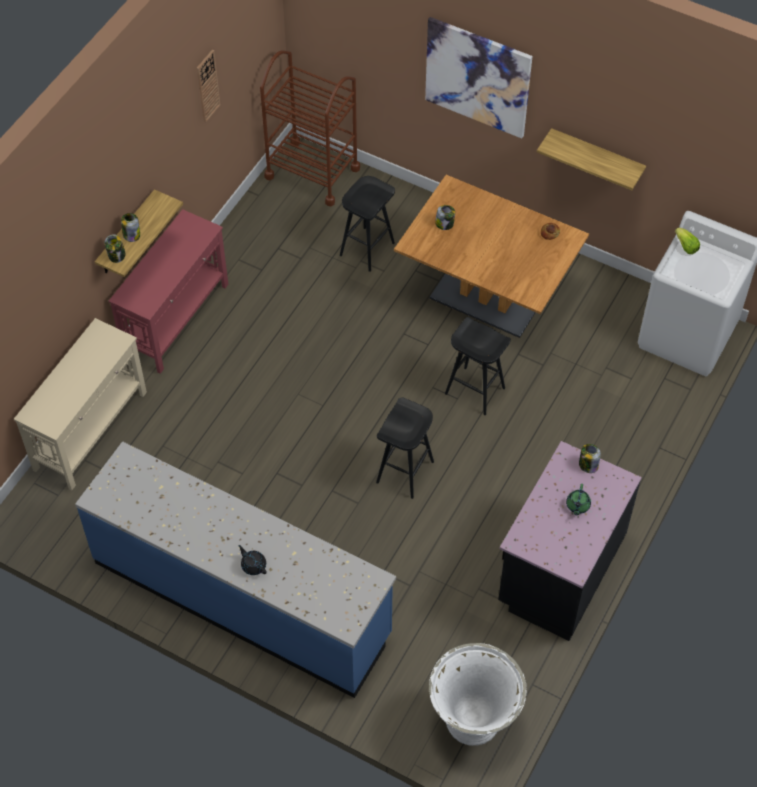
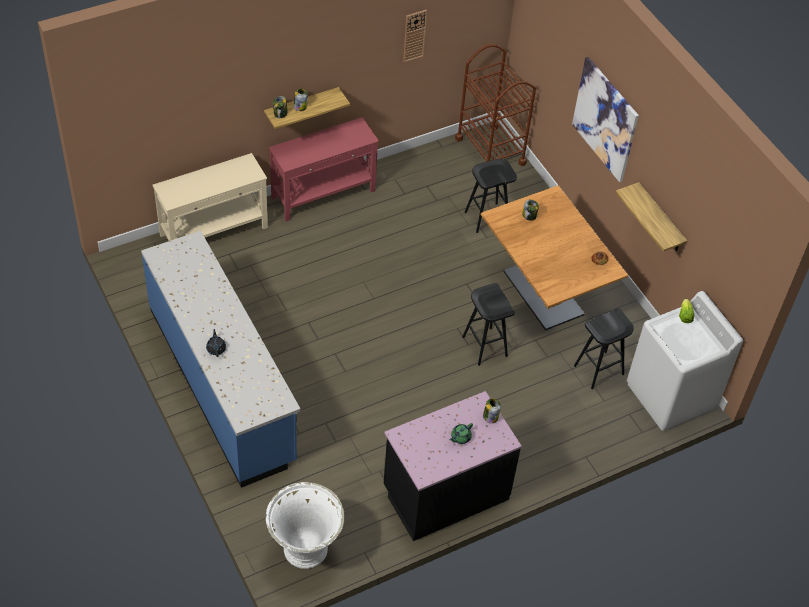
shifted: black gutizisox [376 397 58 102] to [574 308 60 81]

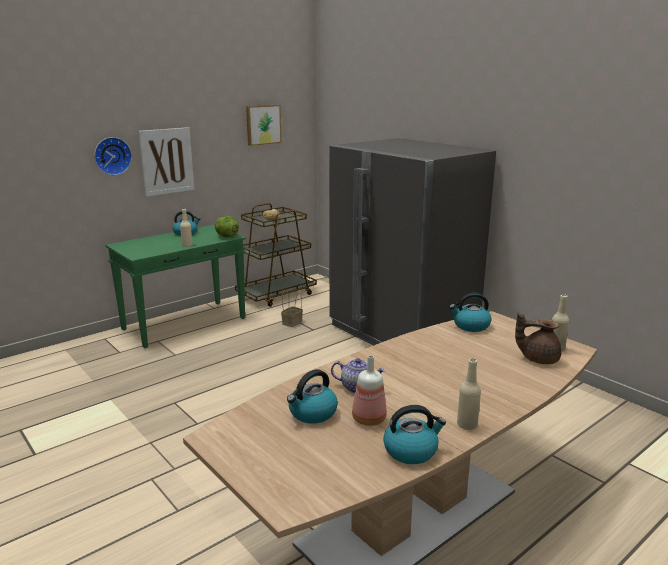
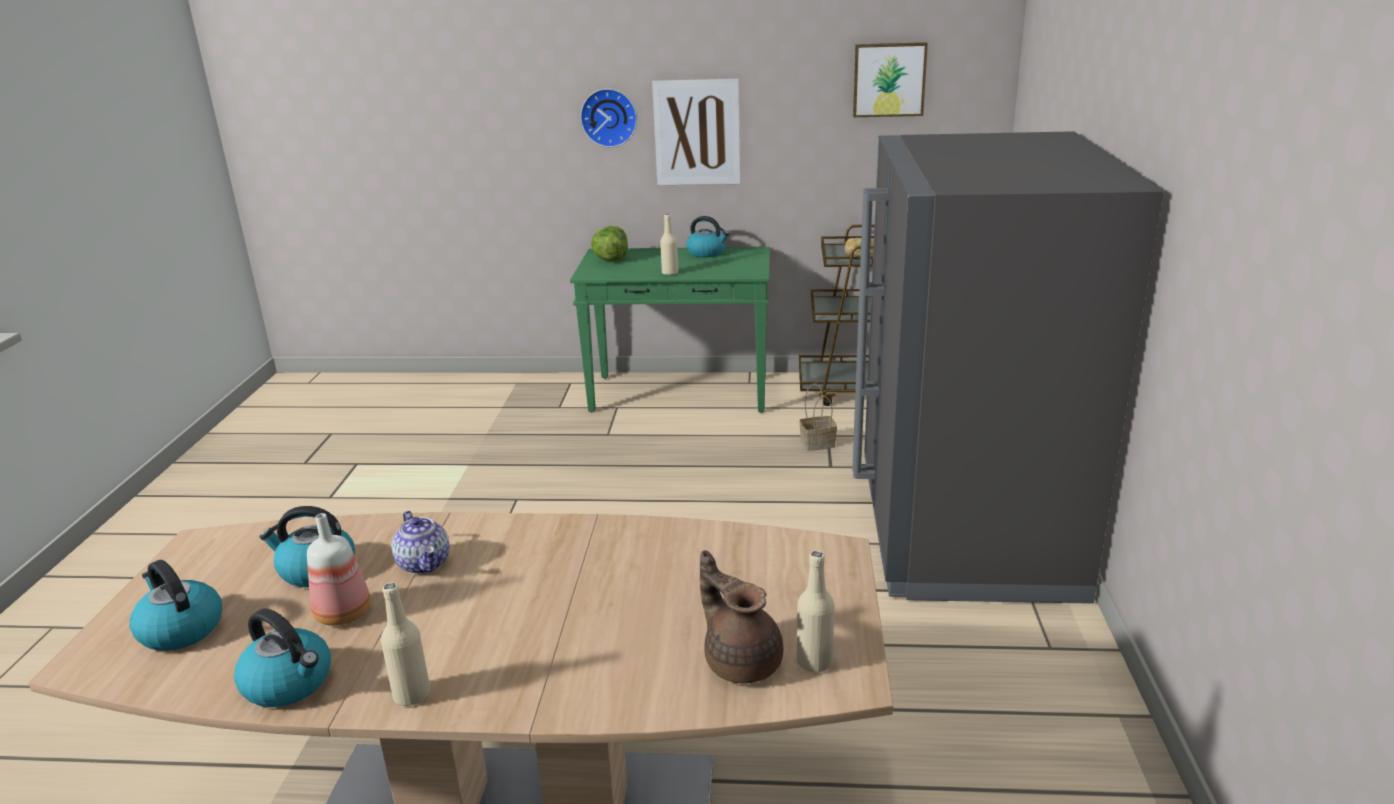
shifted: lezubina [215 216 24 21] to [591 226 37 35]; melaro [449 293 43 39] to [130 560 92 91]

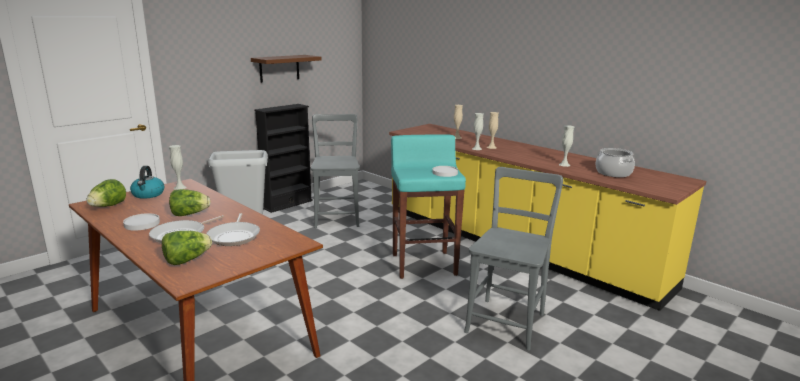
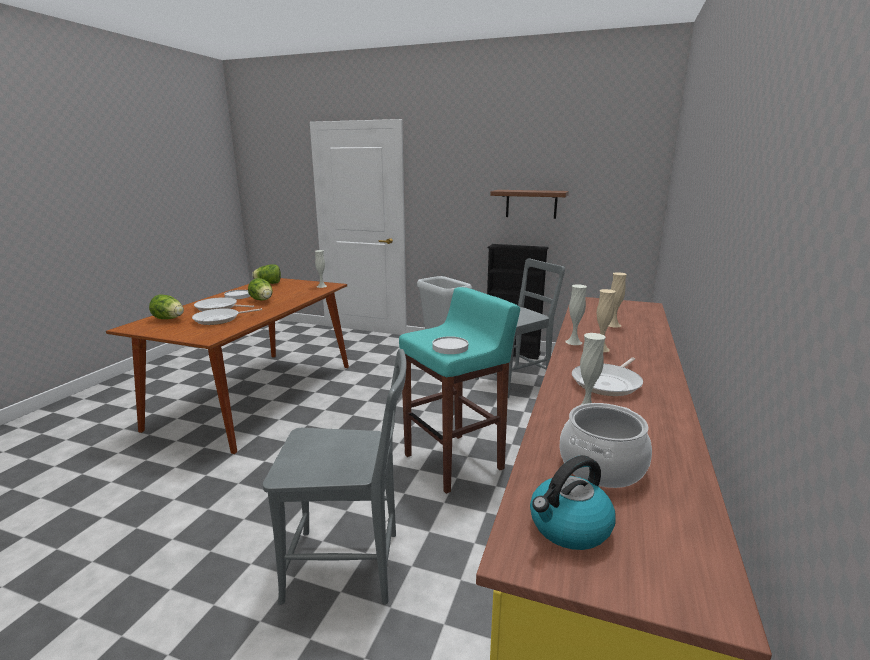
new: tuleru [572 357 71 39]
shifted: melaro [130 166 34 33] to [530 455 86 95]

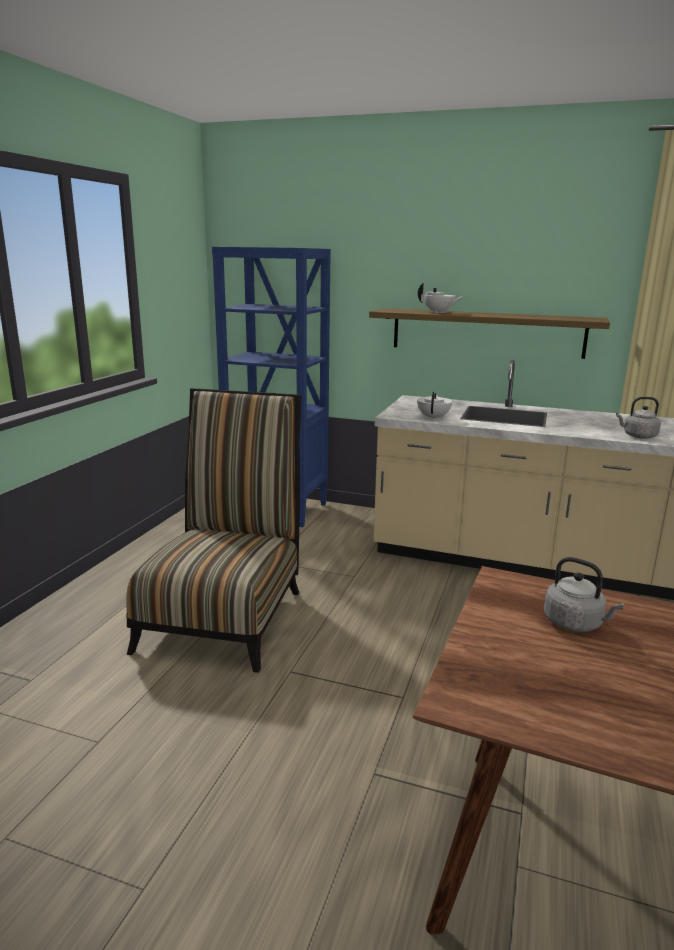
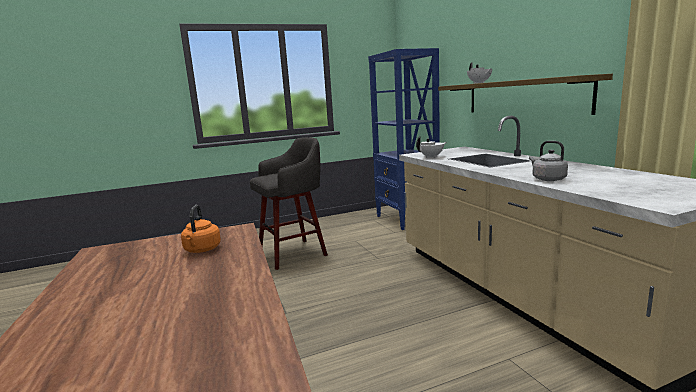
swapped: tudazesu [126 388 176 285] to grey gutizisox [250 137 78 133]
repainted: grey melaro [544 557 80 75] to orange melaro [181 205 40 48]

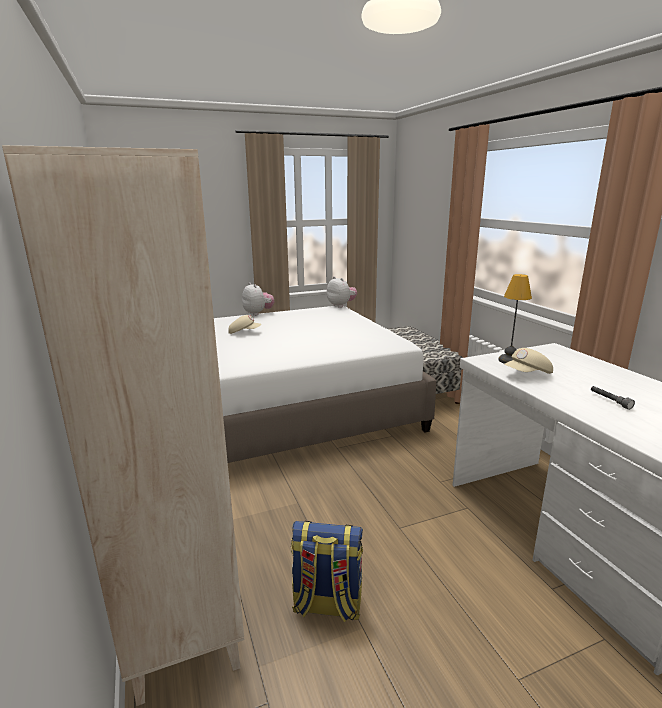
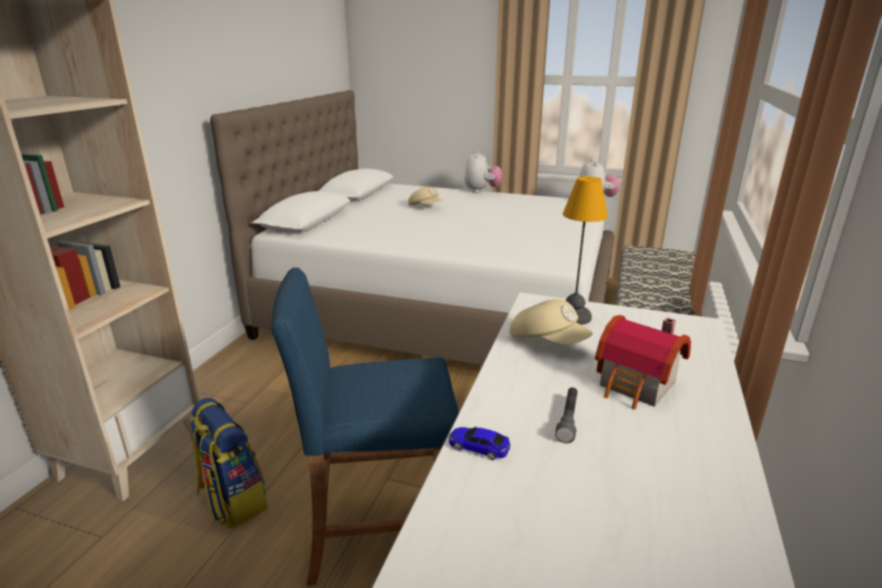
new: blue gutizisox [271 267 188 319]; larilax [595 315 96 95]; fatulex [449 427 61 33]
rotated: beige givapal [505 348 48 26] = [510 299 83 46] 150 degrees counterclockwise

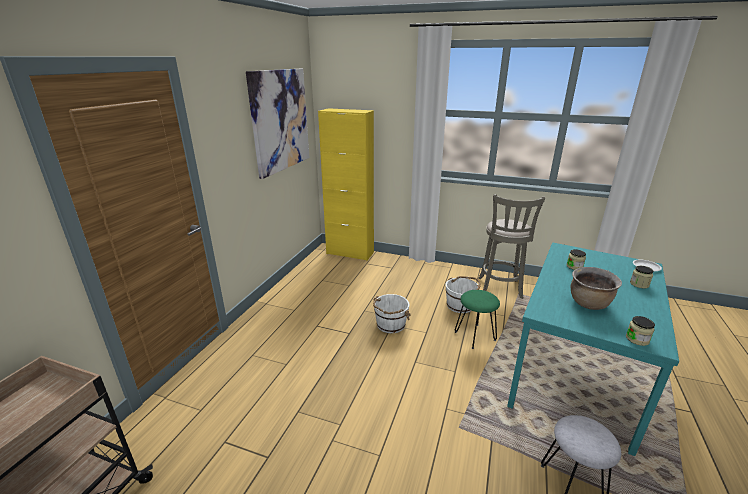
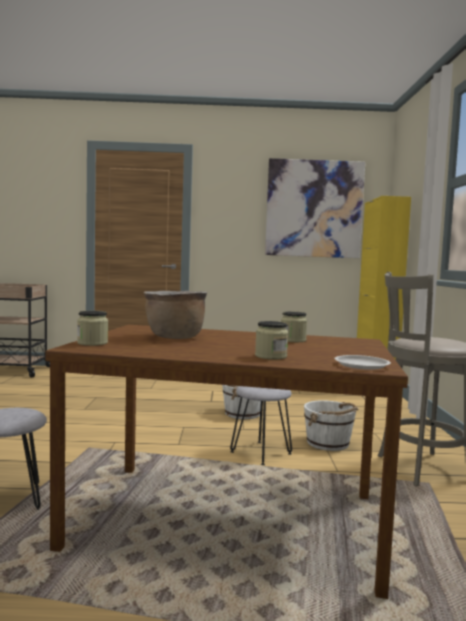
repainted: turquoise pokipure [507 242 172 214] to brown pokipure [45 325 363 274]; green gutizisox [455 290 45 59] to grey gutizisox [230 386 62 79]

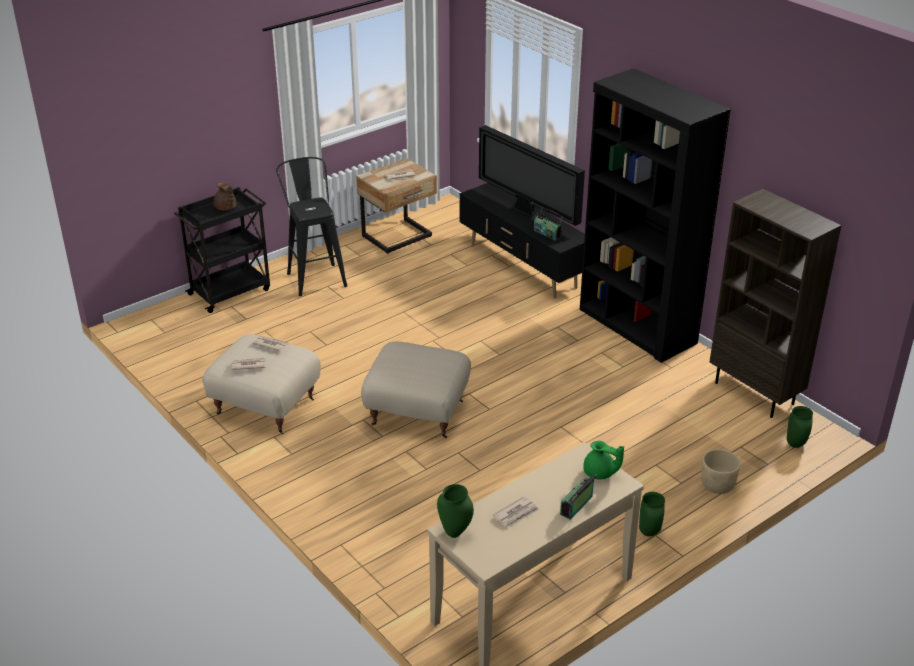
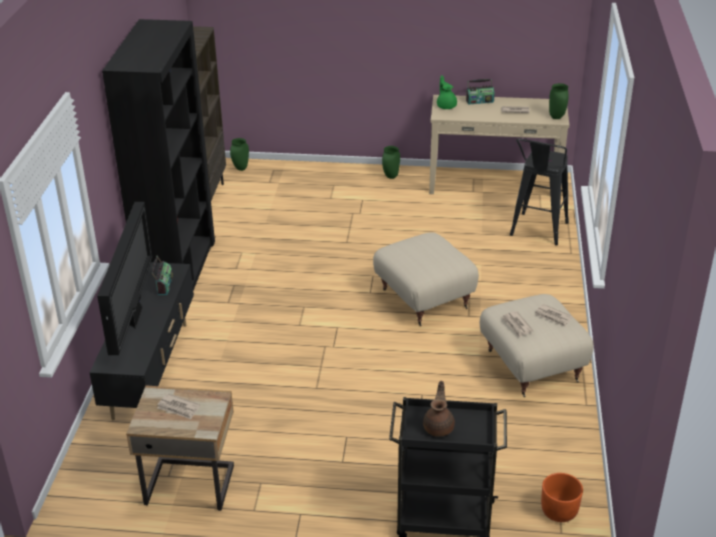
gone: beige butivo [701 449 40 45]
new: orange butivo [541 473 42 49]
shifted: black gutizisox [276 157 71 139] to [510 139 59 106]

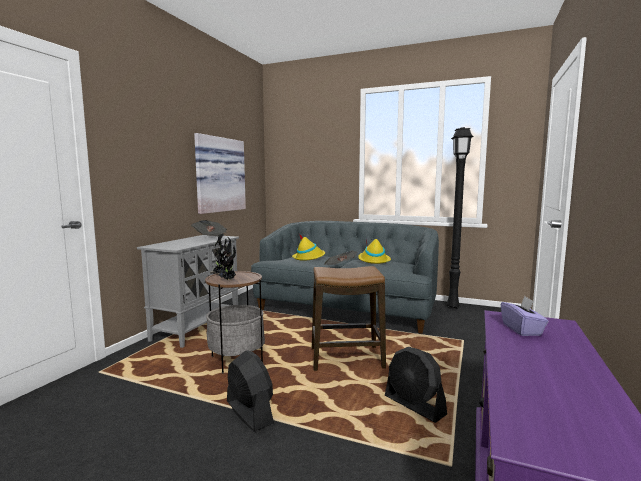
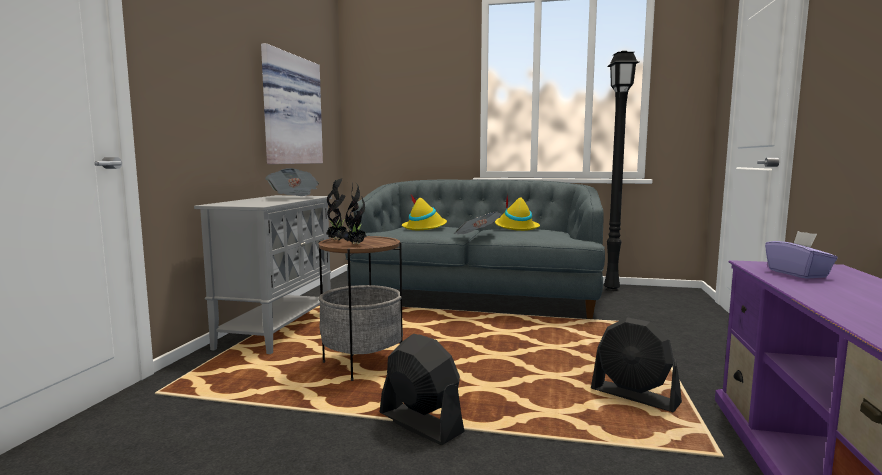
gone: gutizisox [312 266 74 105]

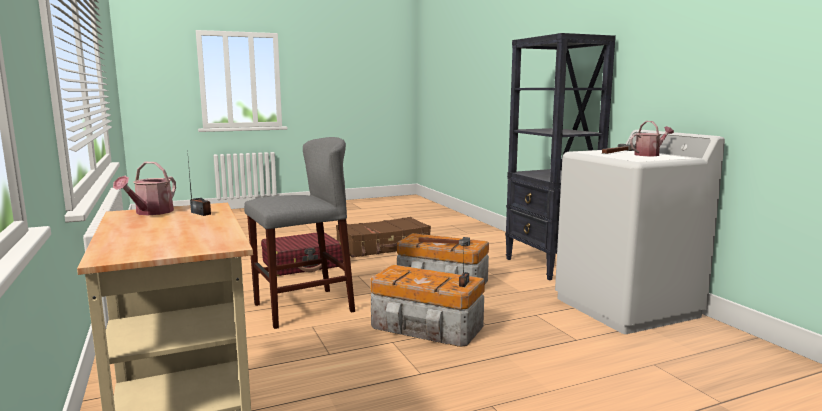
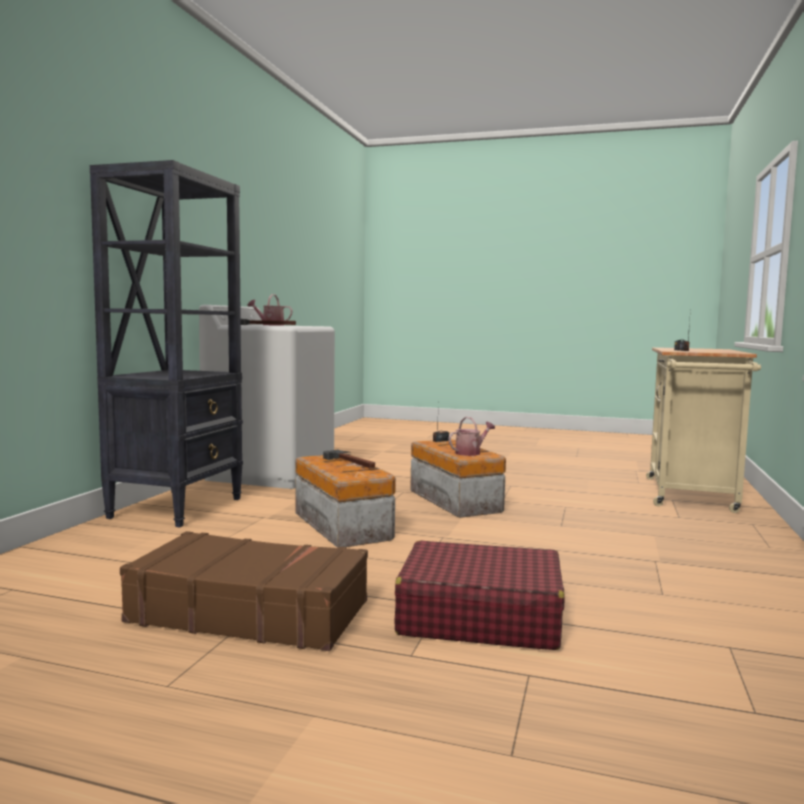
gone: grey gutizisox [244 137 111 192]
shifted: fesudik [113 162 63 53] to [448 417 47 39]

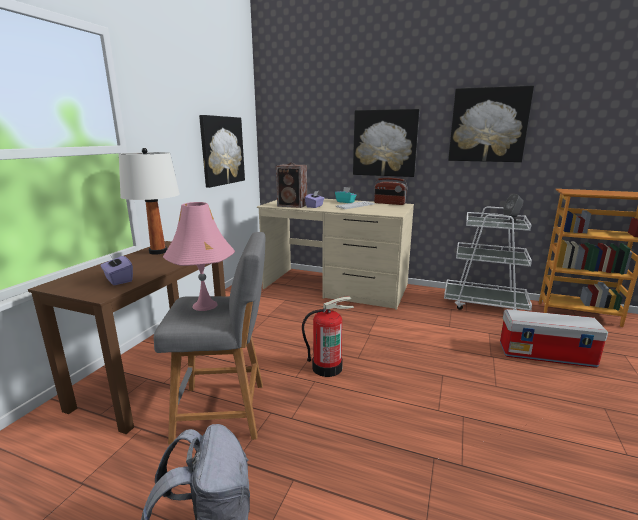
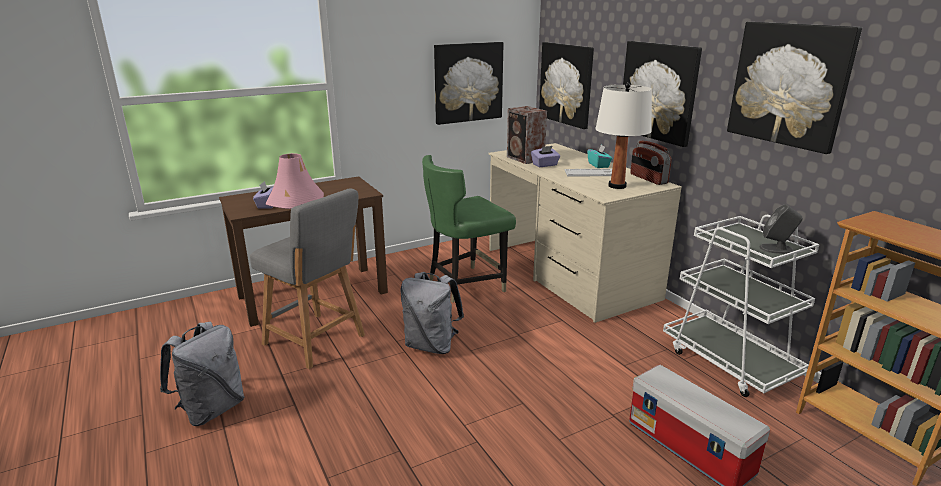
new: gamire [539 42 55 87]; green tudazesu [422 155 94 148]
shifted: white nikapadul [119 148 61 107] to [595 83 57 106]
swapped: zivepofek [302 297 53 80] to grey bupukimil [401 272 63 82]

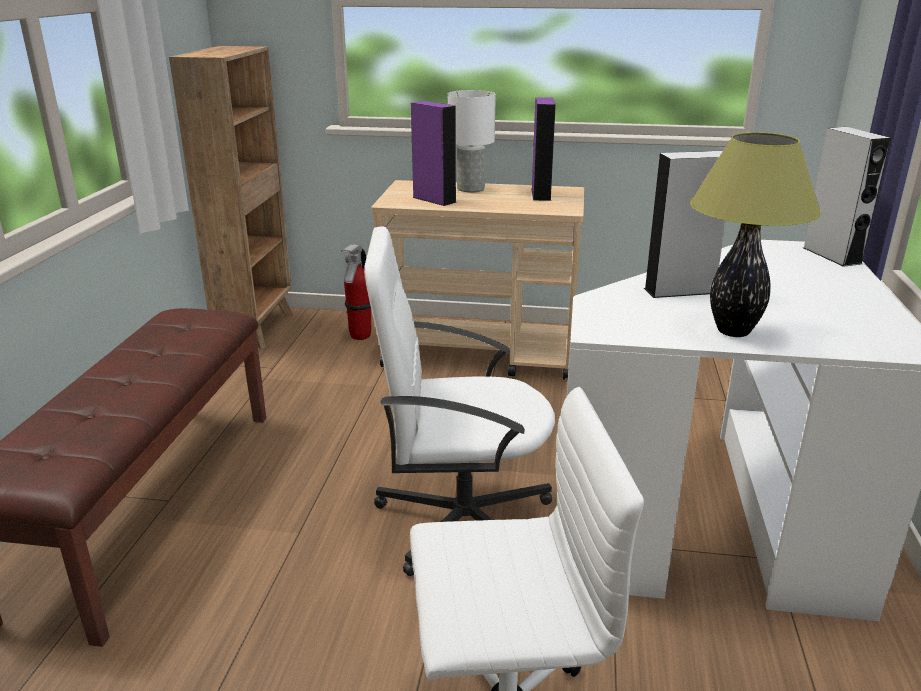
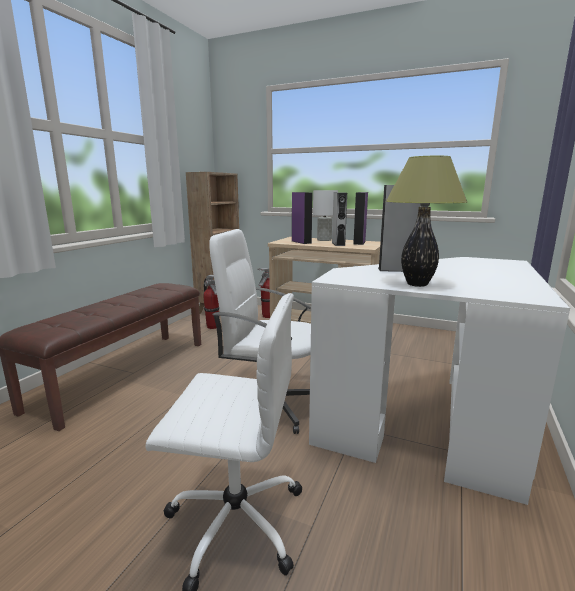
new: zivepofek [203 275 16 54]
shifted: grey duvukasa [804 127 87 140] to [332 192 15 54]

